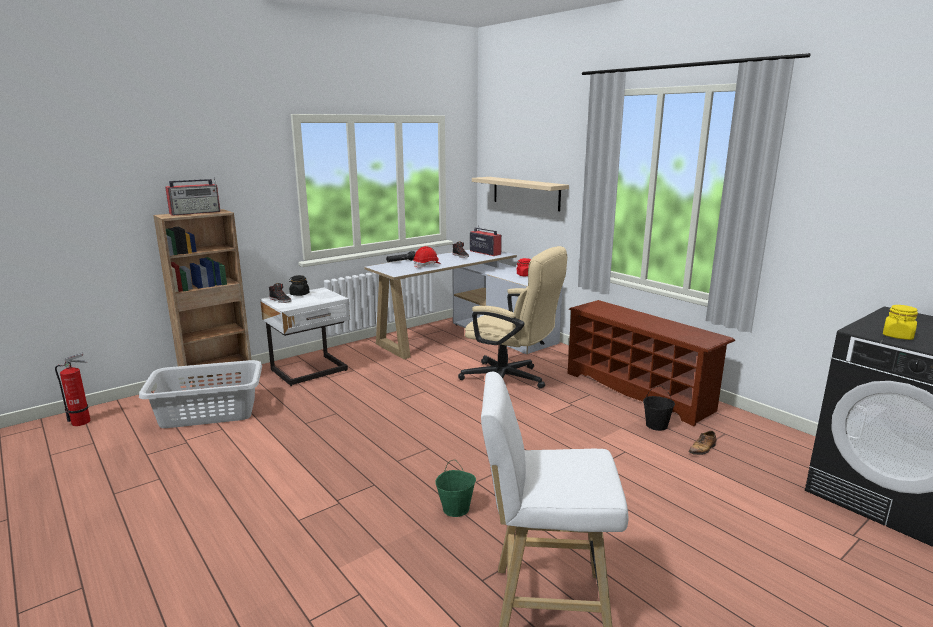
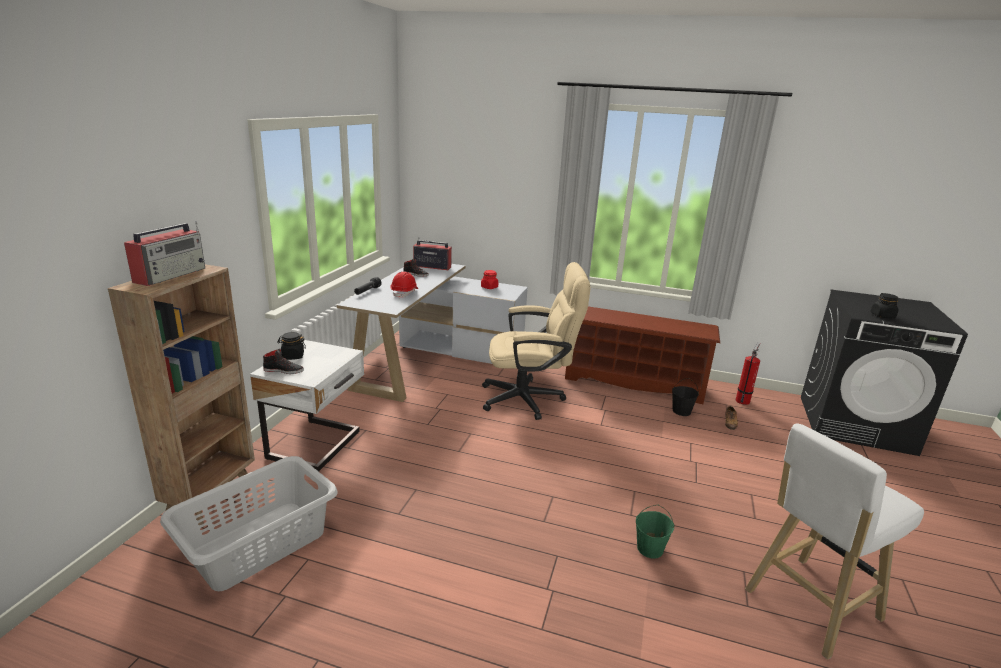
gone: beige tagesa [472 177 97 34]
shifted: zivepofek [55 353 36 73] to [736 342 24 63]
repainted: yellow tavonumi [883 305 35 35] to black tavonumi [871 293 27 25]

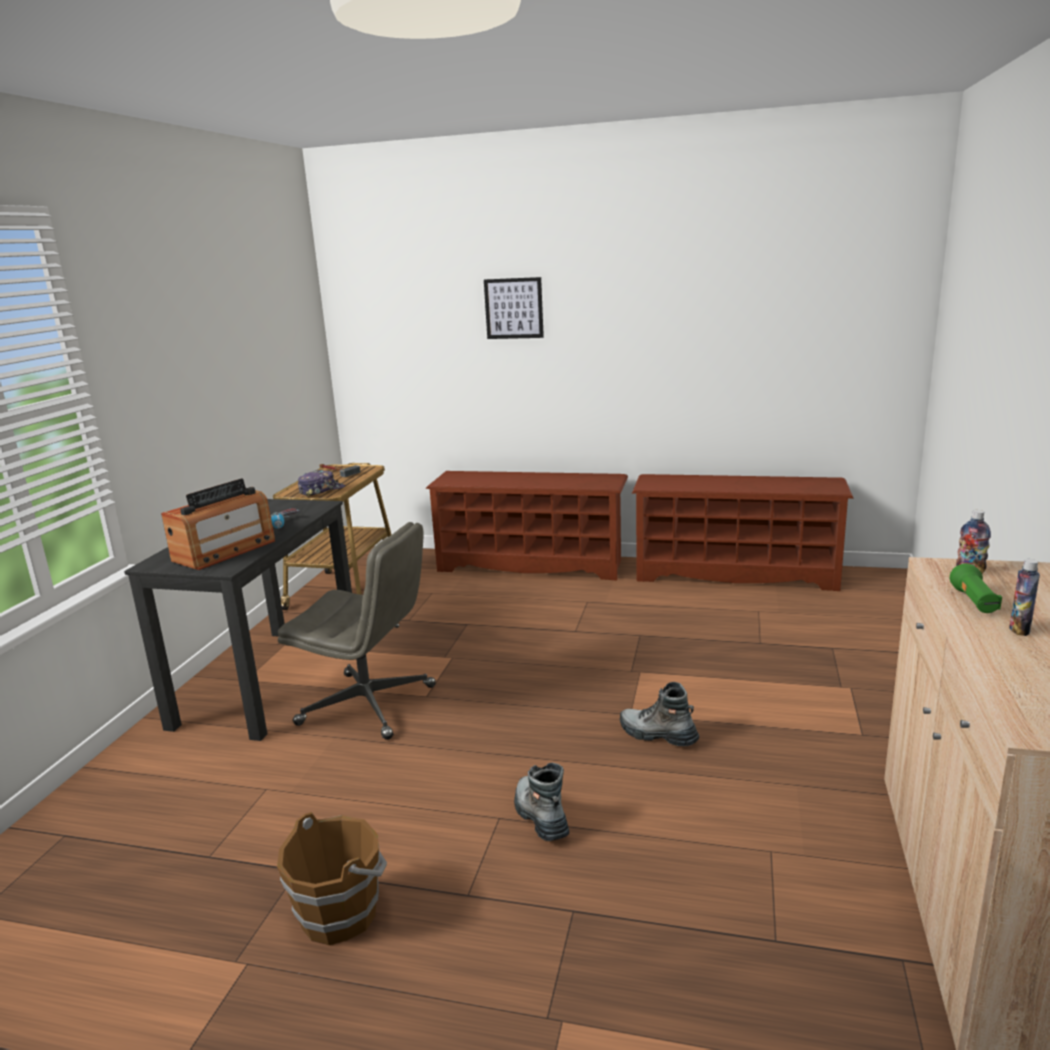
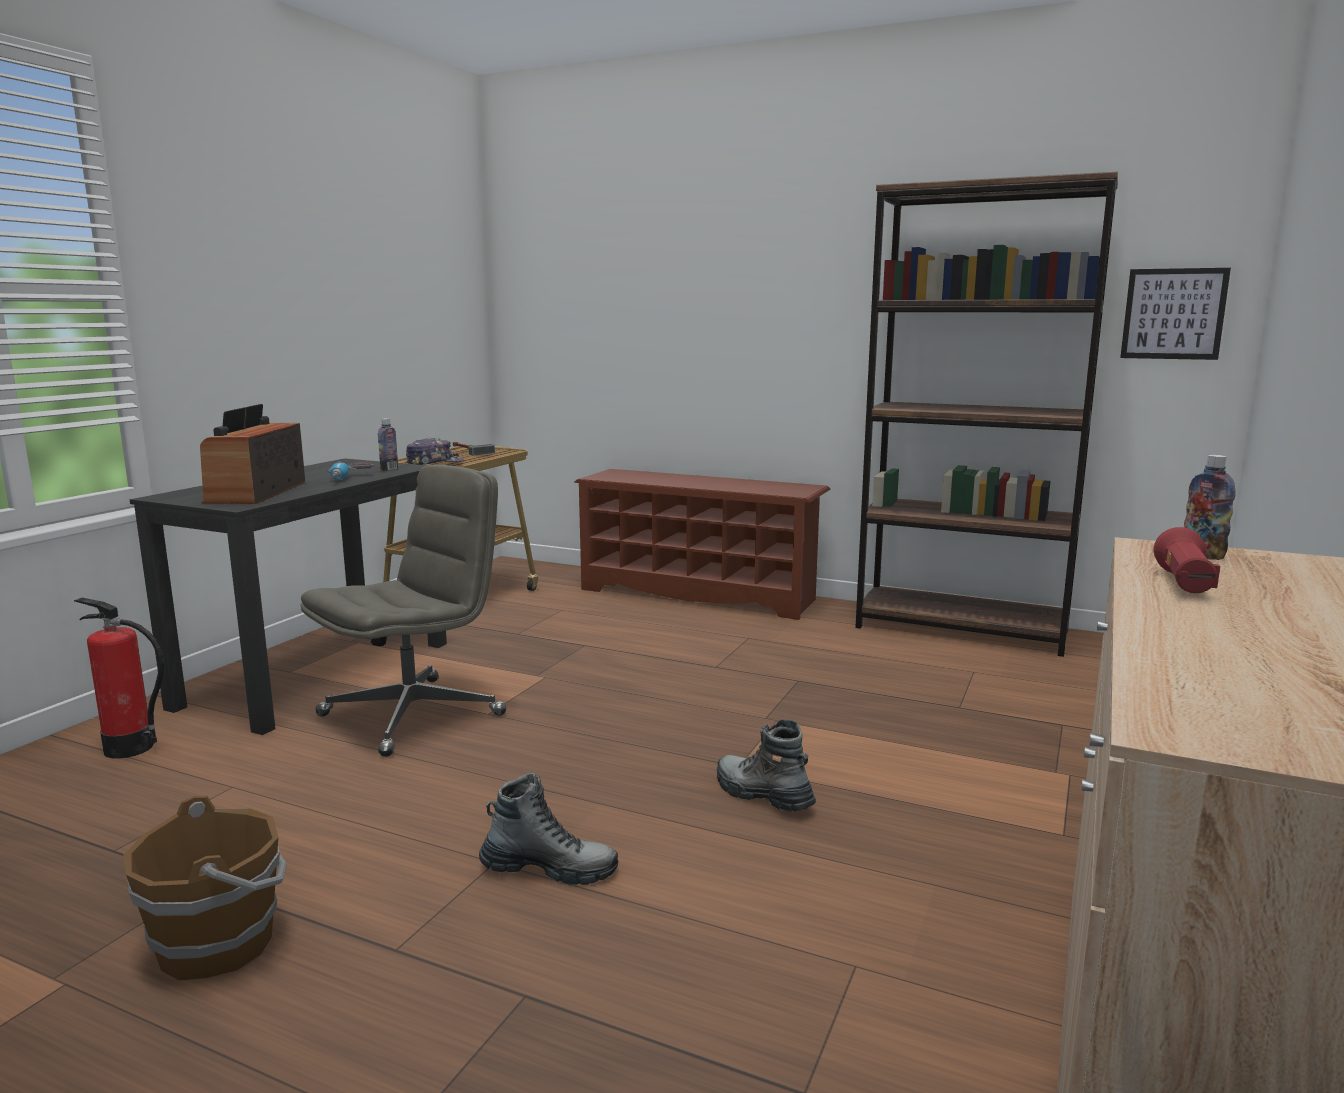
new: zivepofek [74 598 91 160]
shifted: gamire [484 277 60 62] to [1120 268 111 92]; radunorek [1009 559 31 77] to [378 418 20 53]
swapped: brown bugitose [632 474 222 117] to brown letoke [855 172 263 485]
repainted: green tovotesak [950 563 52 50] to red tovotesak [1154 527 66 66]
rotated: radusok [161 479 114 91] = [200 404 105 100] 135 degrees clockwise; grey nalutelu [278 522 158 218] = [301 465 206 292] 75 degrees counterclockwise; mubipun [514 763 55 78] = [479 773 140 112] 105 degrees clockwise

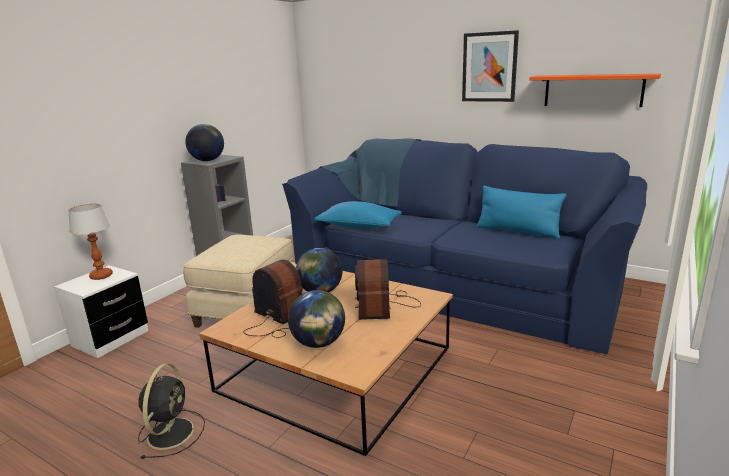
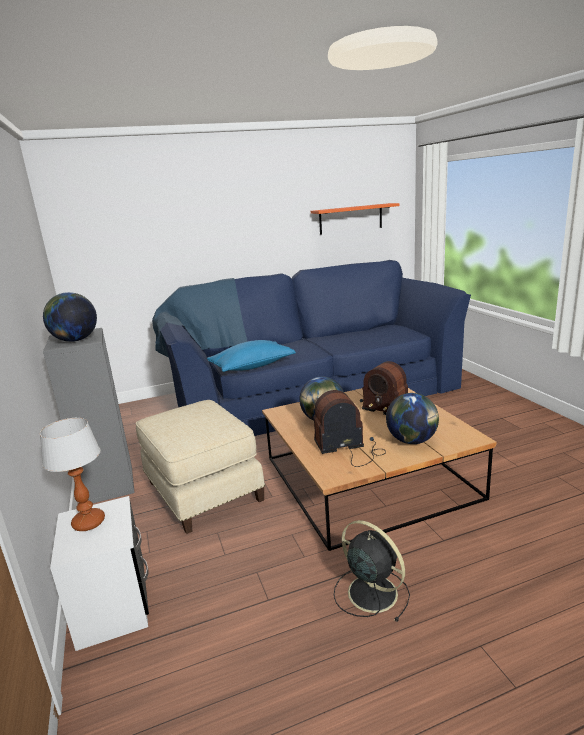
gone: gamire [462 30 57 72]; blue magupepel [477 186 90 53]

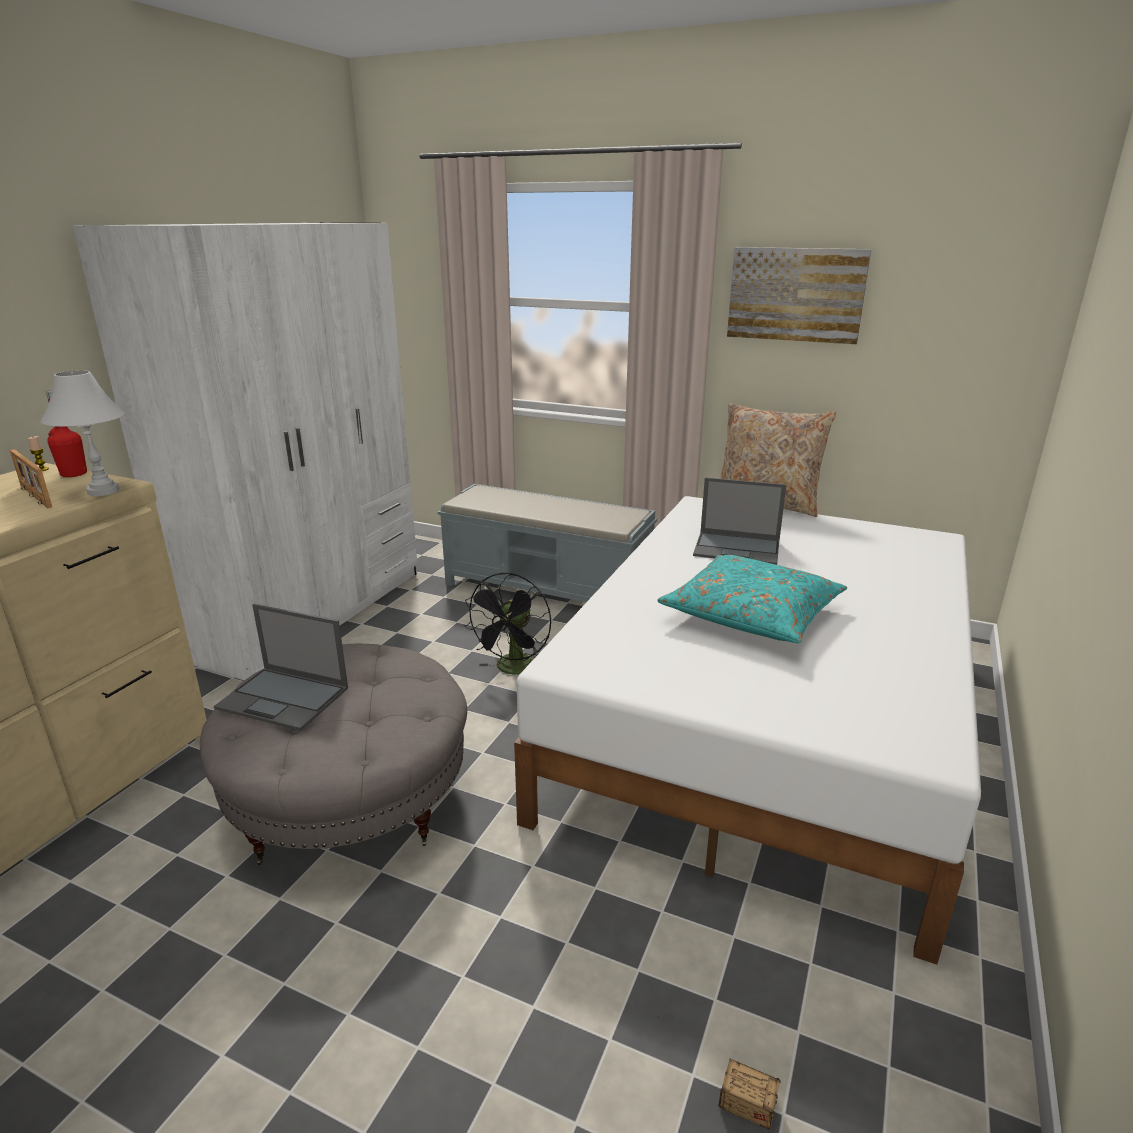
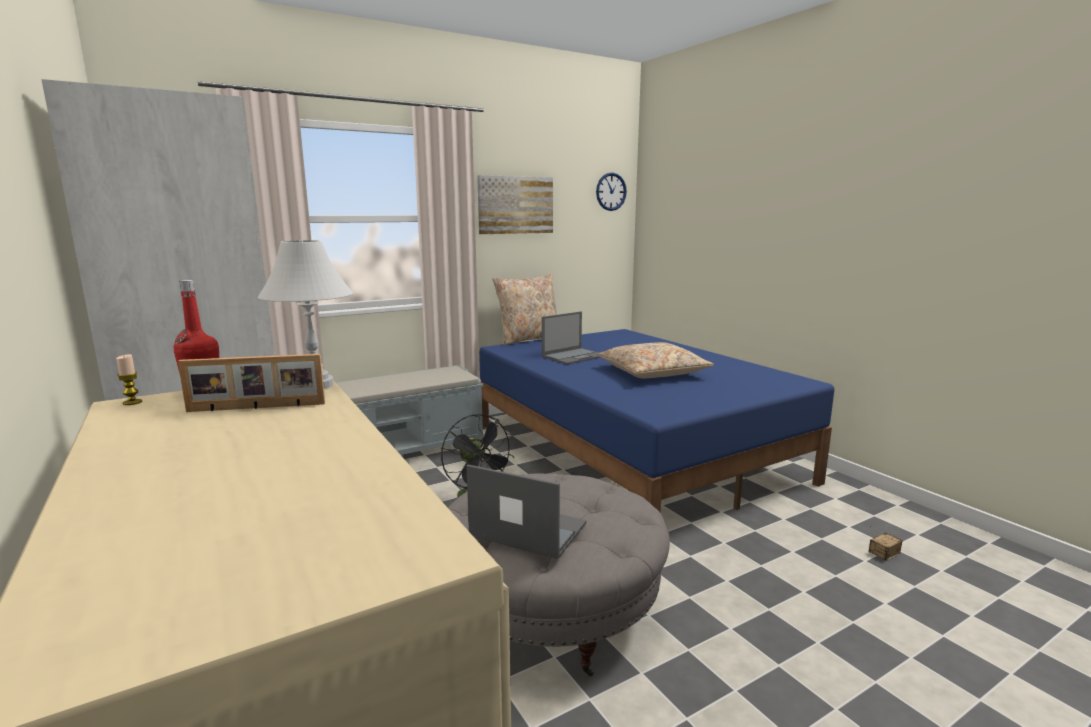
new: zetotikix [596 172 31 39]
repainted: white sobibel [514 496 467 469] to blue sobibel [479 329 355 184]; turquoise magupepel [657 555 190 88] to beige magupepel [597 342 117 36]
rotated: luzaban [214 604 134 127] = [466 465 121 94] 120 degrees counterclockwise

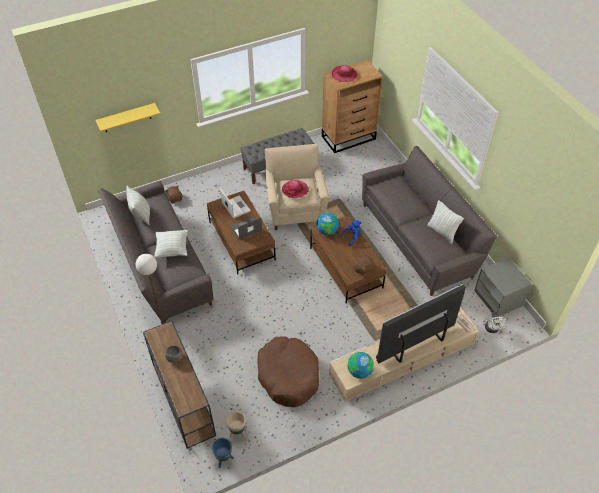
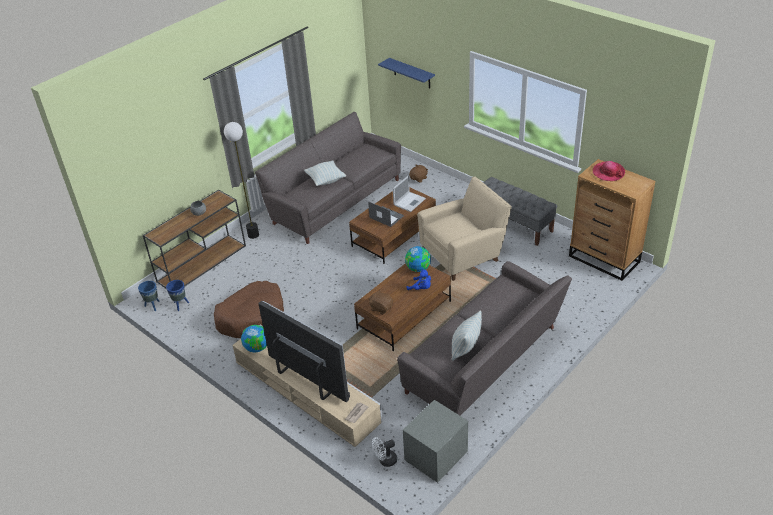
gone: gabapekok [282 180 27 18]; magupepel [127 186 23 39]
repainted: yellow tagesa [95 103 66 29] to blue tagesa [378 58 57 30]; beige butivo [226 411 20 27] to blue butivo [166 280 23 31]

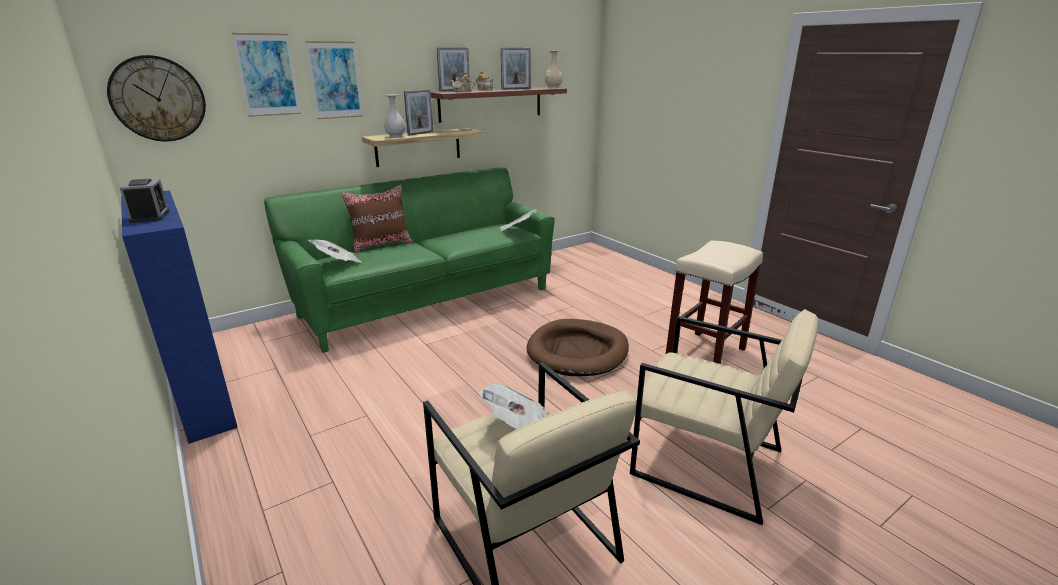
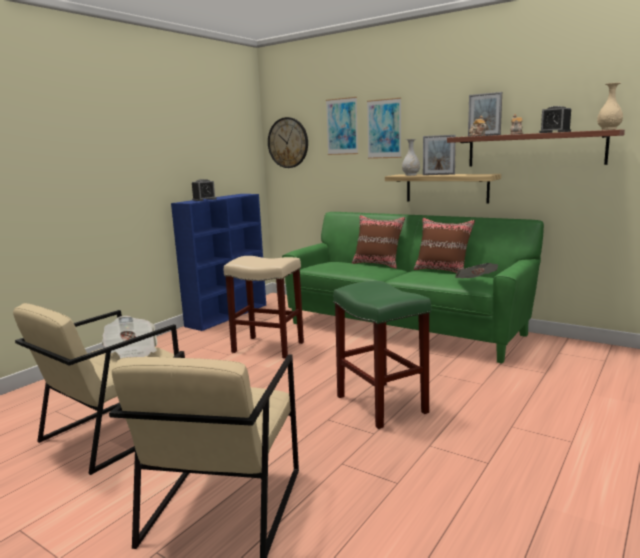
gone: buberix [309 240 52 22]
new: brown magupepel [414 218 61 55]
shifted: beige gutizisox [666 241 97 123] to [224 256 80 103]
swapped: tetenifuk [501 48 30 42] to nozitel [539 106 32 27]; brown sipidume [527 319 102 57] to green gutizisox [333 281 98 148]

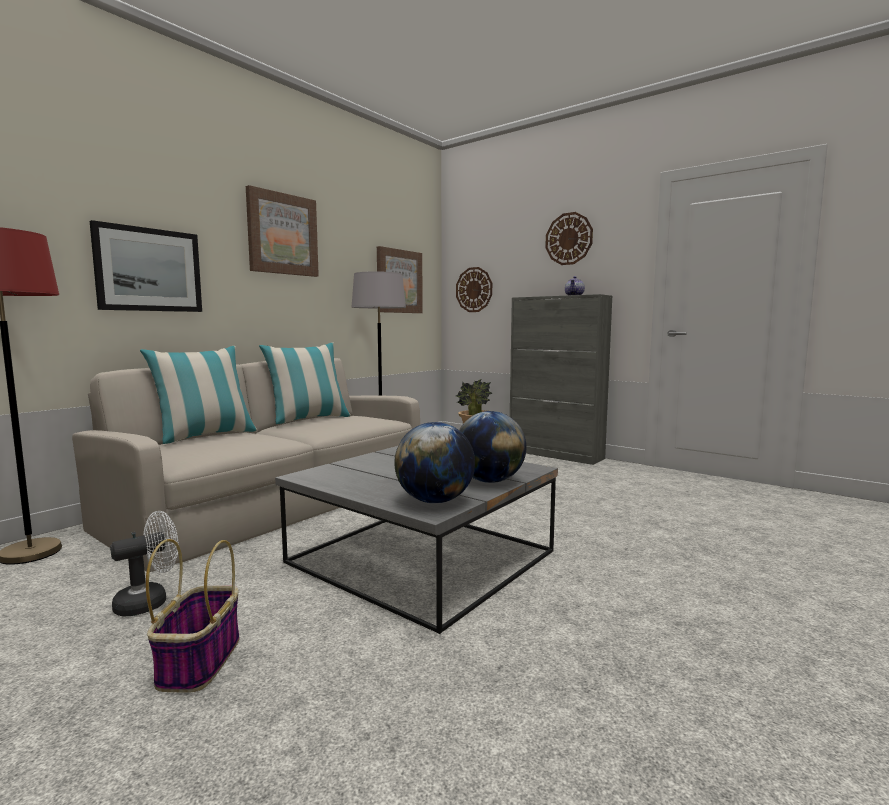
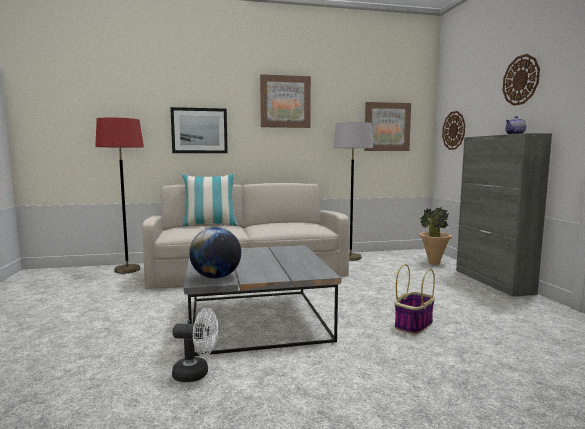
gone: magupepel [259 342 92 82]; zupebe [459 411 68 72]
shifted: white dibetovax [110 511 69 106] to [172 308 46 74]; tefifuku [146 539 94 154] to [395 264 40 71]

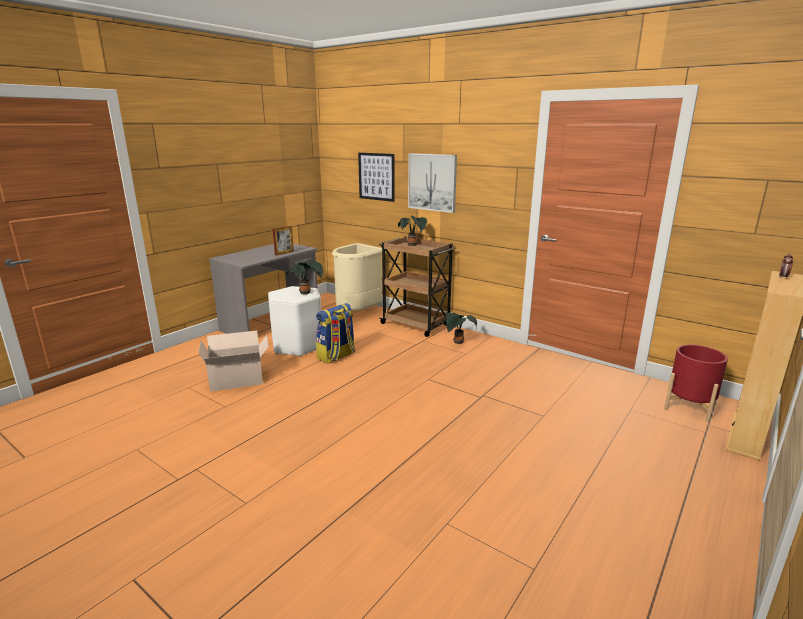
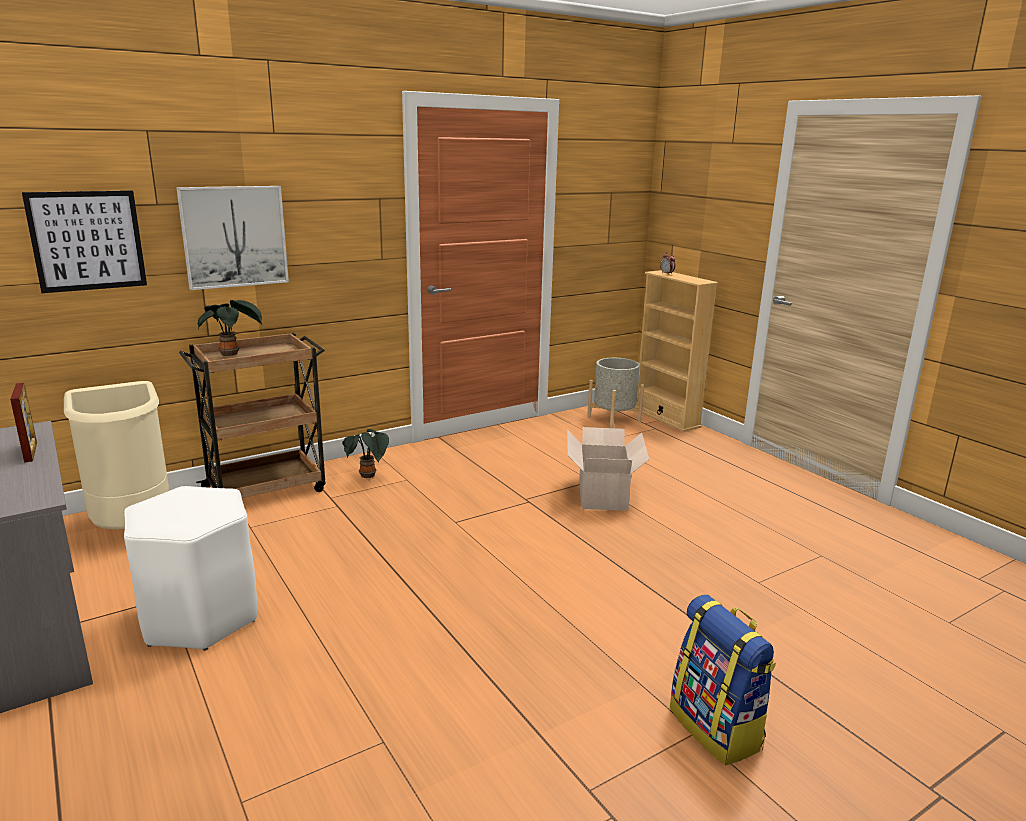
gone: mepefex [286 261 37 33]
shifted: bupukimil [316 303 39 61] to [670 595 106 170]; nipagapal [199 330 69 61] to [567 427 82 84]
repainted: red butivo [664 344 64 78] to grey butivo [587 358 57 70]

